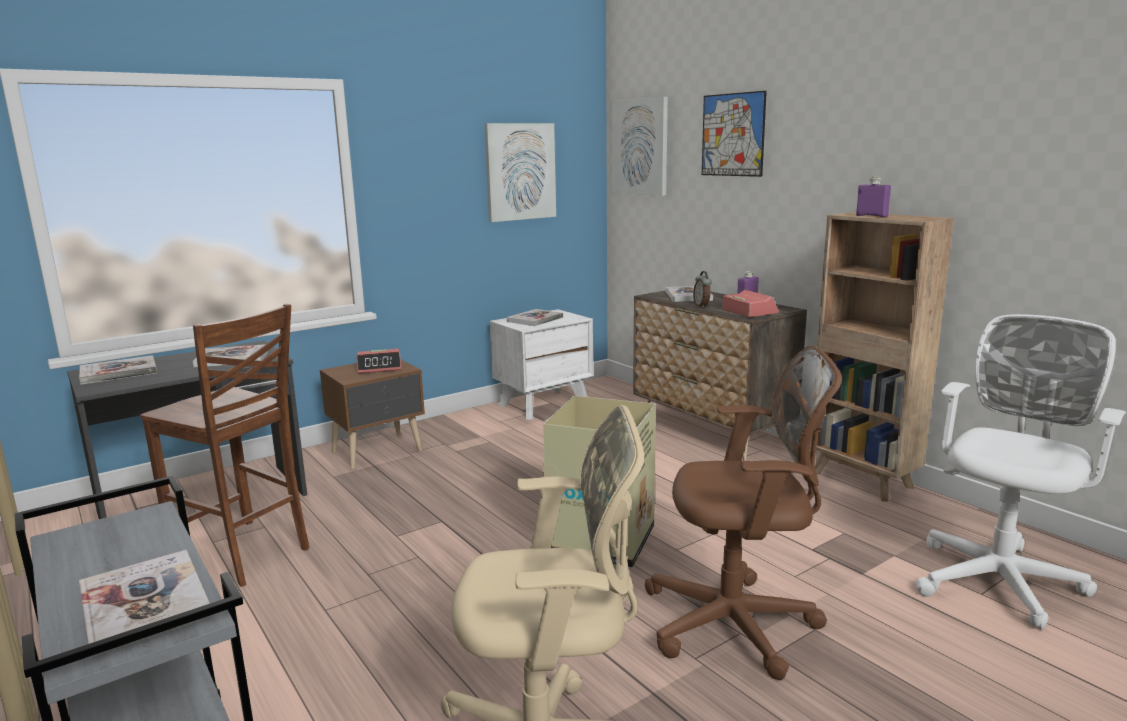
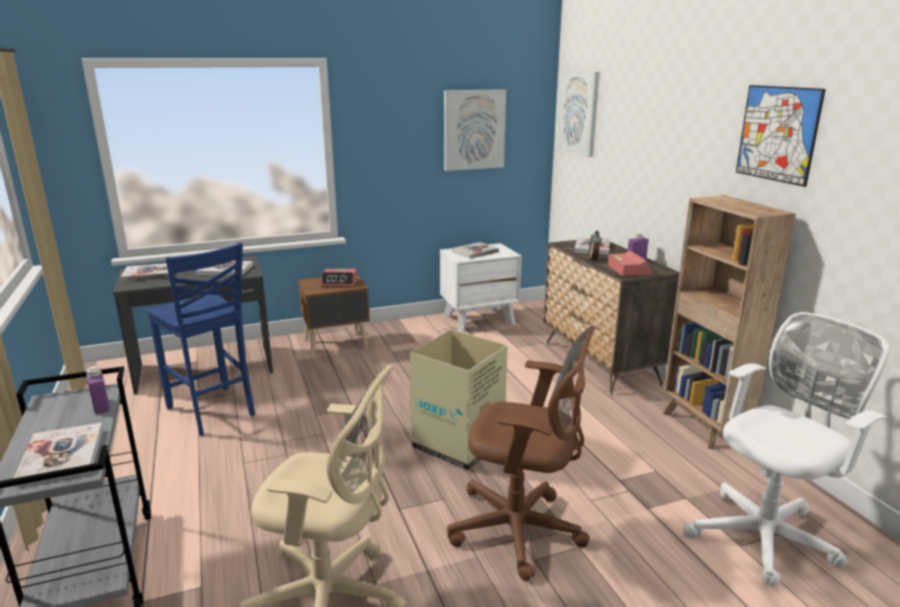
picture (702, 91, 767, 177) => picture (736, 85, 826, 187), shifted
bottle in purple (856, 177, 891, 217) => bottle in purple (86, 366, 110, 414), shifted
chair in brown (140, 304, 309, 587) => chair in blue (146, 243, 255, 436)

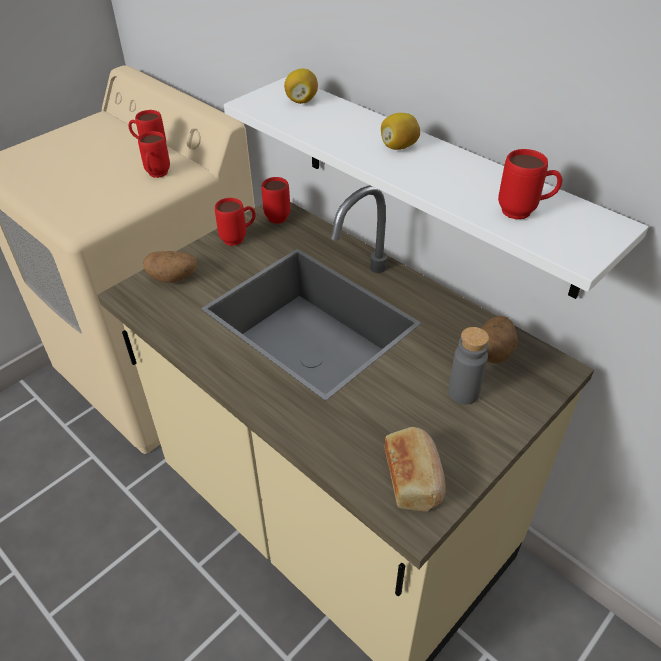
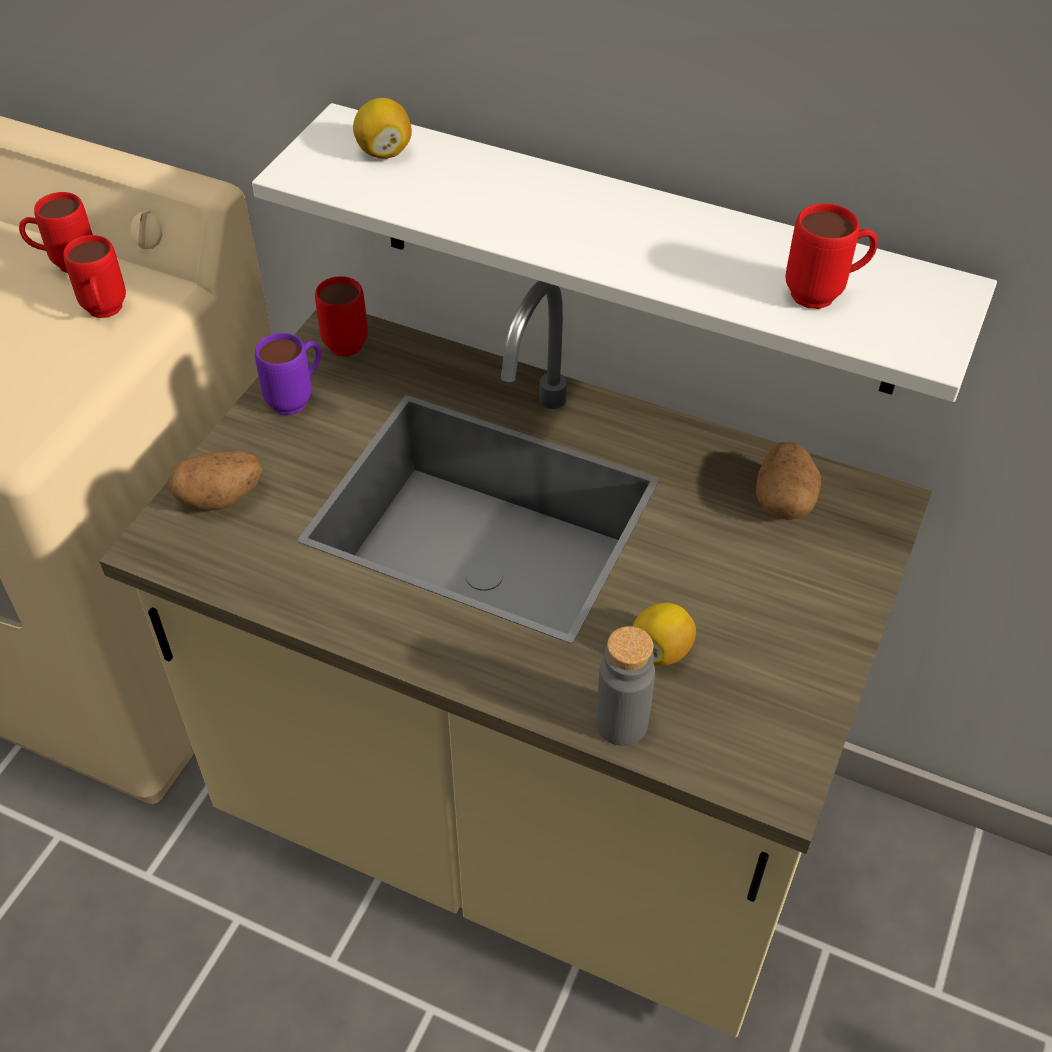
bread (385, 427, 446, 512) => nothing
lemon (381, 113, 420, 150) => lemon (633, 603, 696, 666), shifted
bottle in grey (448, 327, 489, 405) => bottle in grey (596, 626, 655, 746), shifted
mug in red (215, 198, 256, 246) => mug in purple (255, 333, 321, 415)

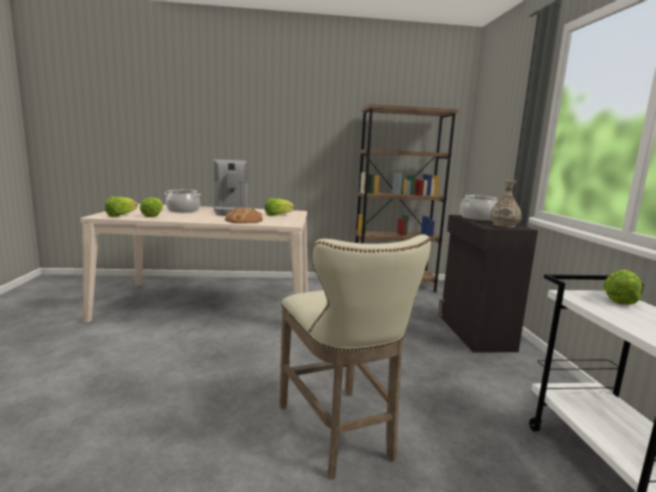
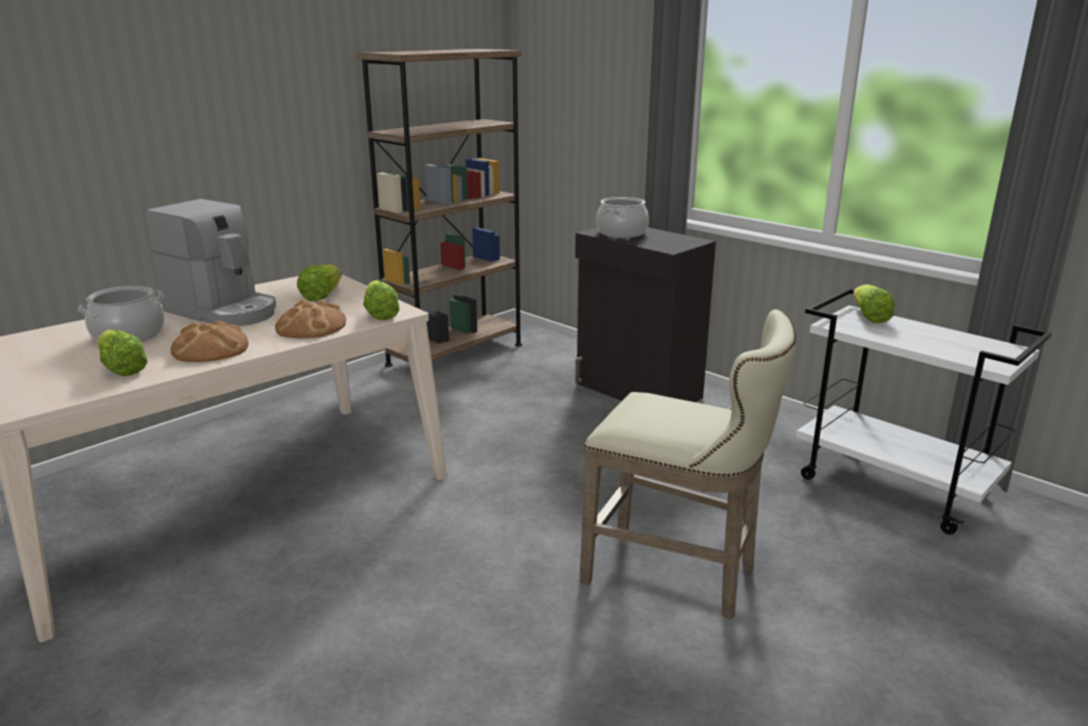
vase (490, 180, 522, 228) => nothing
nothing => bread (171, 321, 249, 362)
lettuce (104, 196, 138, 217) => lettuce (363, 280, 400, 320), shifted

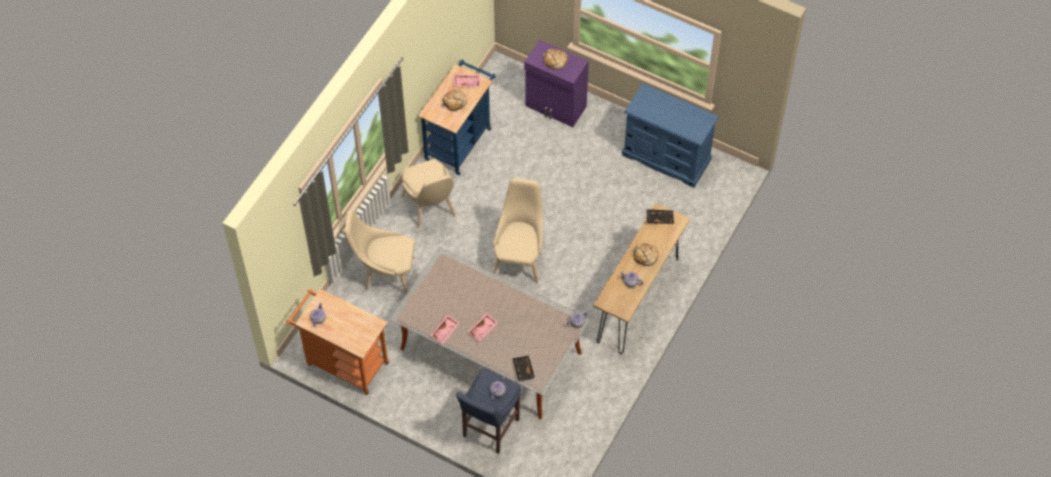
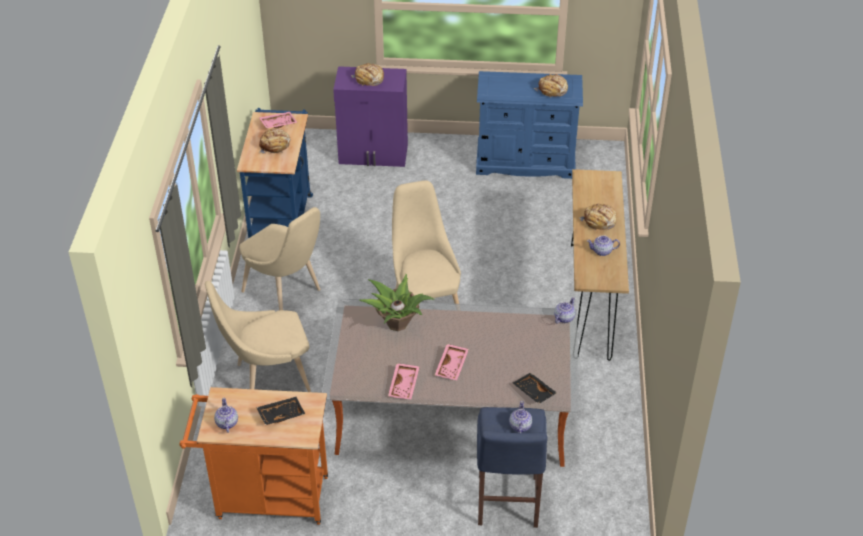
nothing => potted plant (359, 274, 435, 331)
nothing => bread (534, 74, 568, 98)
tray in black (646, 209, 674, 224) => tray in black (256, 397, 305, 425), shifted

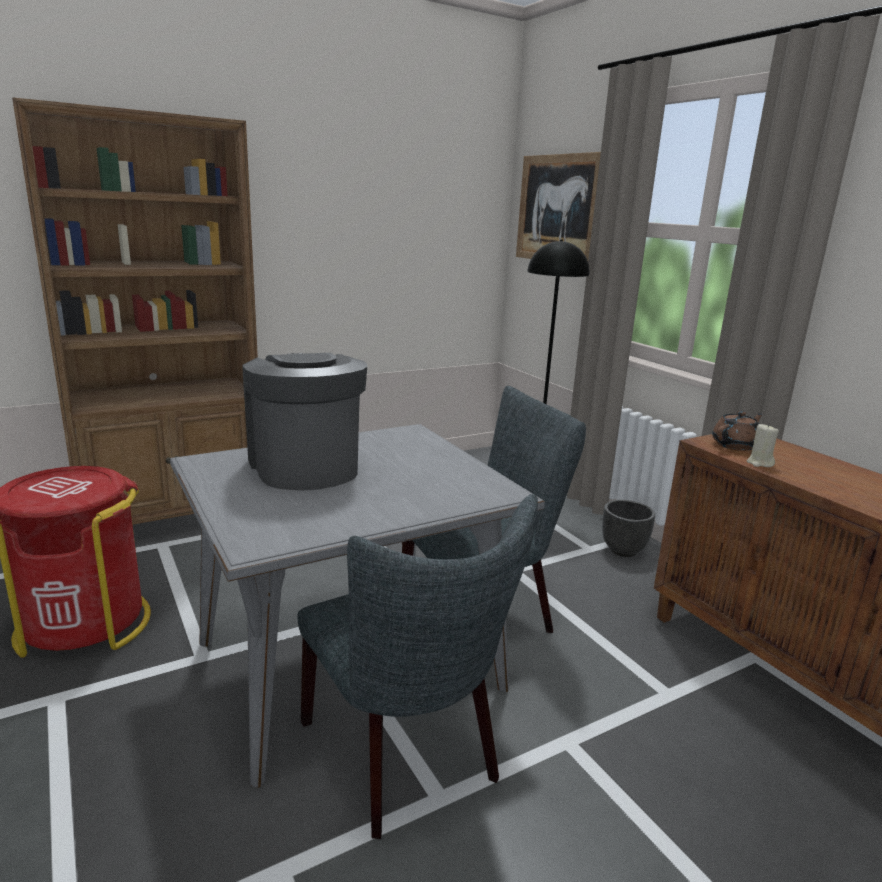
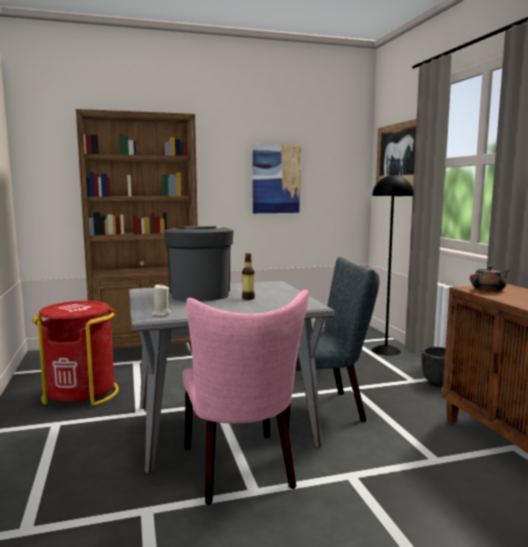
nothing => bottle (242, 253, 255, 300)
nothing => picture (252, 145, 301, 213)
candle in beige (747, 423, 779, 467) => candle in beige (152, 284, 171, 316), shifted
chair in grey (297, 494, 538, 839) => chair in pink (182, 290, 309, 505)

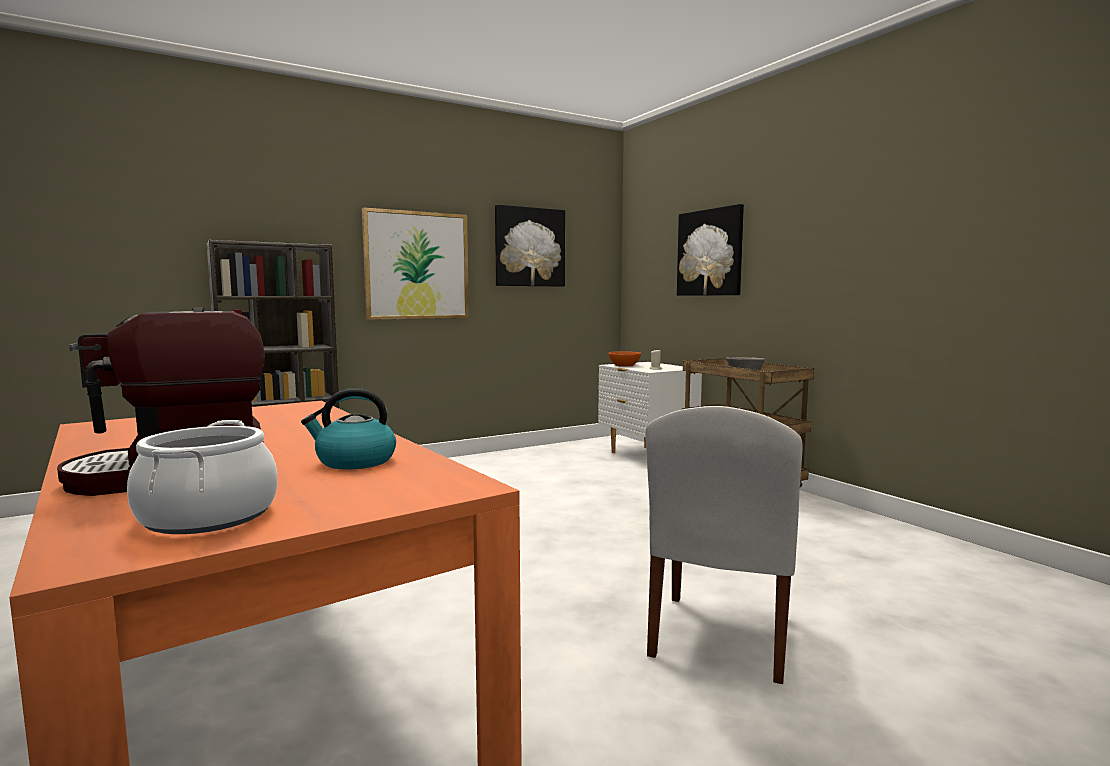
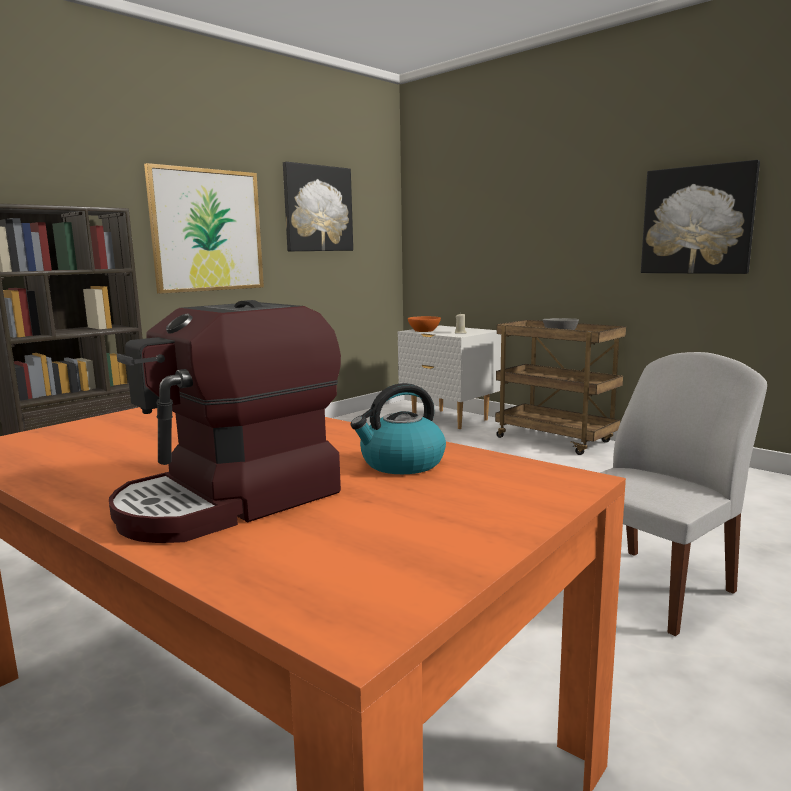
cooking pot (127, 420, 277, 534) => nothing
picture (677, 204, 744, 296) => picture (641, 160, 760, 274), shifted
chair in white (645, 406, 803, 684) => chair in white (600, 352, 767, 636), 135 degrees counterclockwise

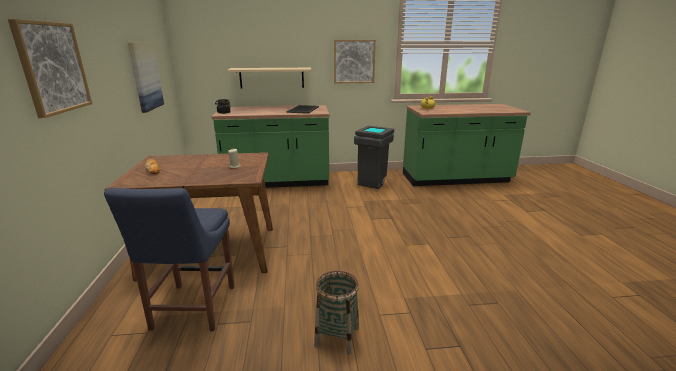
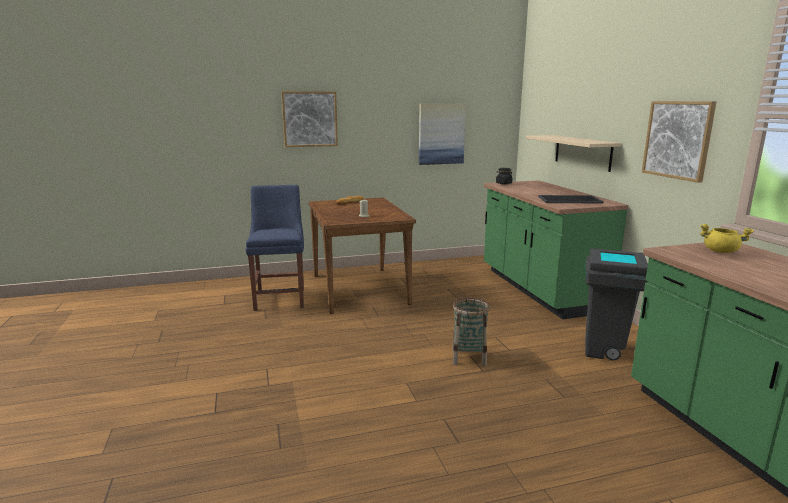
basket (314, 271, 359, 355) => basket (452, 298, 490, 366), shifted
chair in blue (104, 188, 235, 331) => chair in blue (245, 185, 304, 311), 90 degrees clockwise

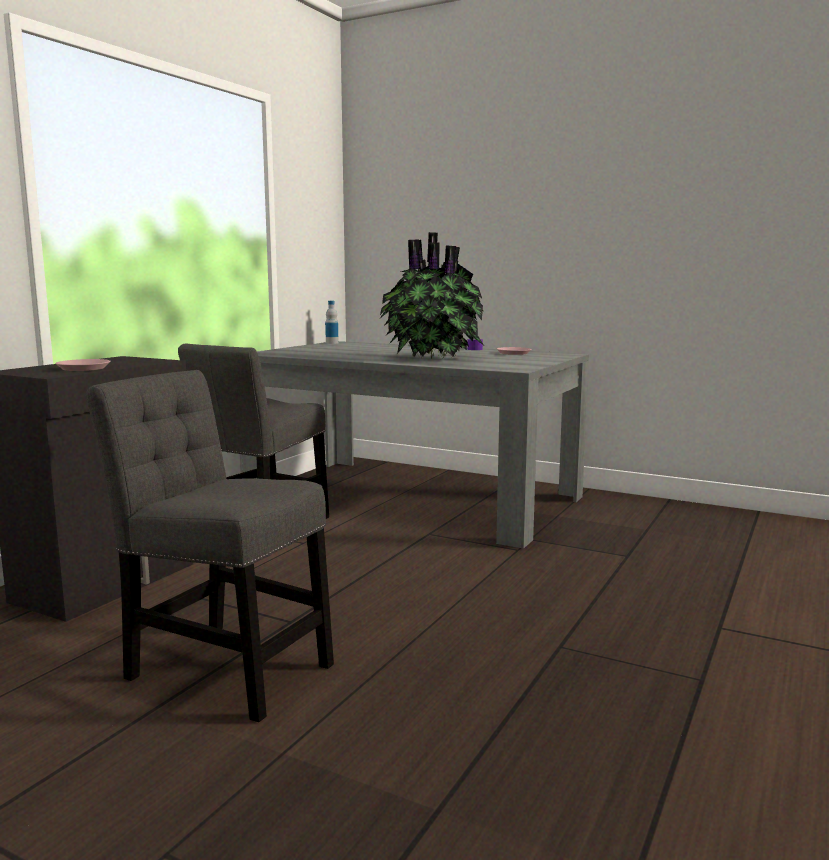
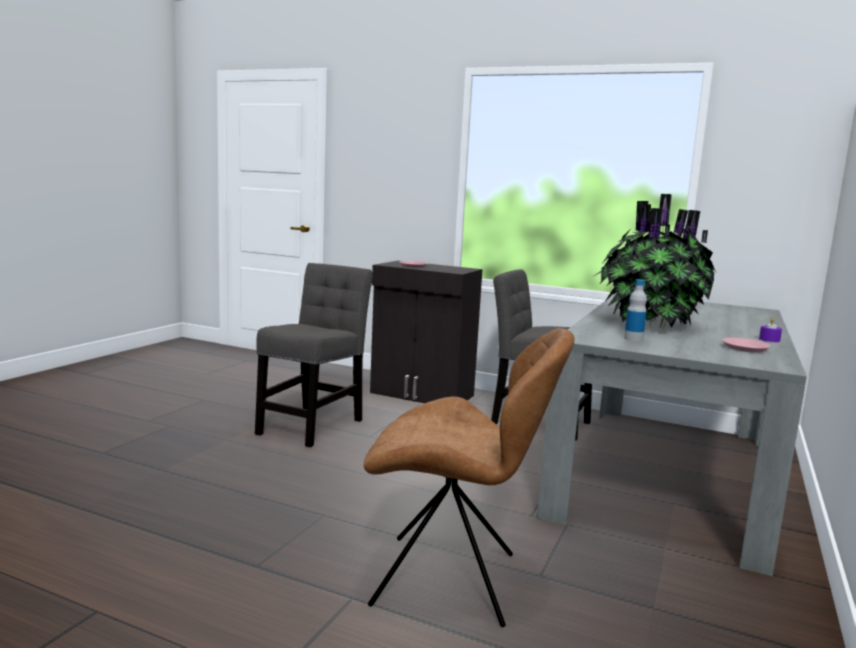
nothing => chair in brown (364, 328, 575, 627)
bottle (325, 301, 339, 344) => bottle (624, 279, 647, 342), shifted

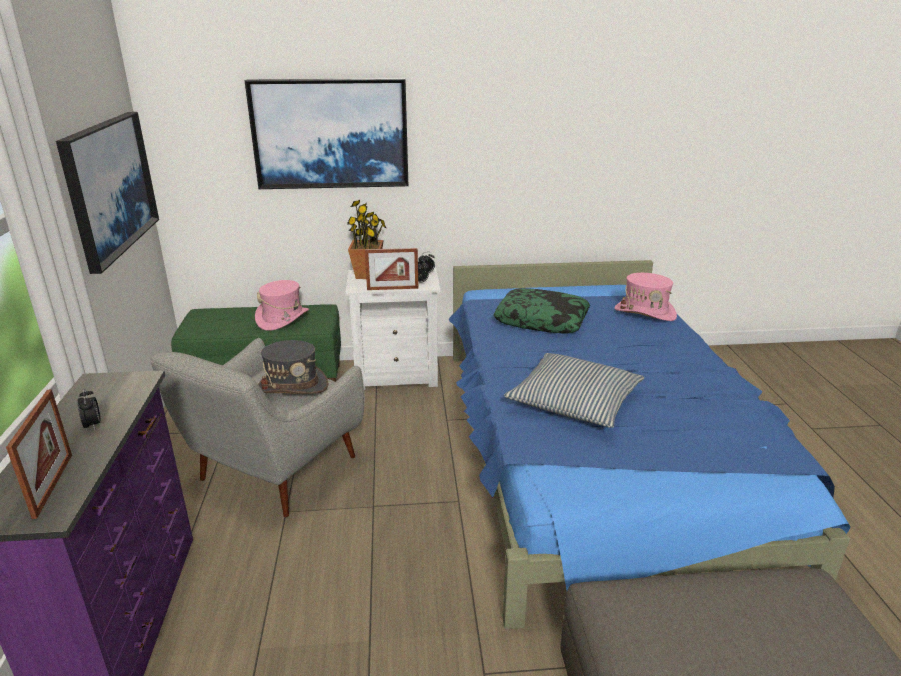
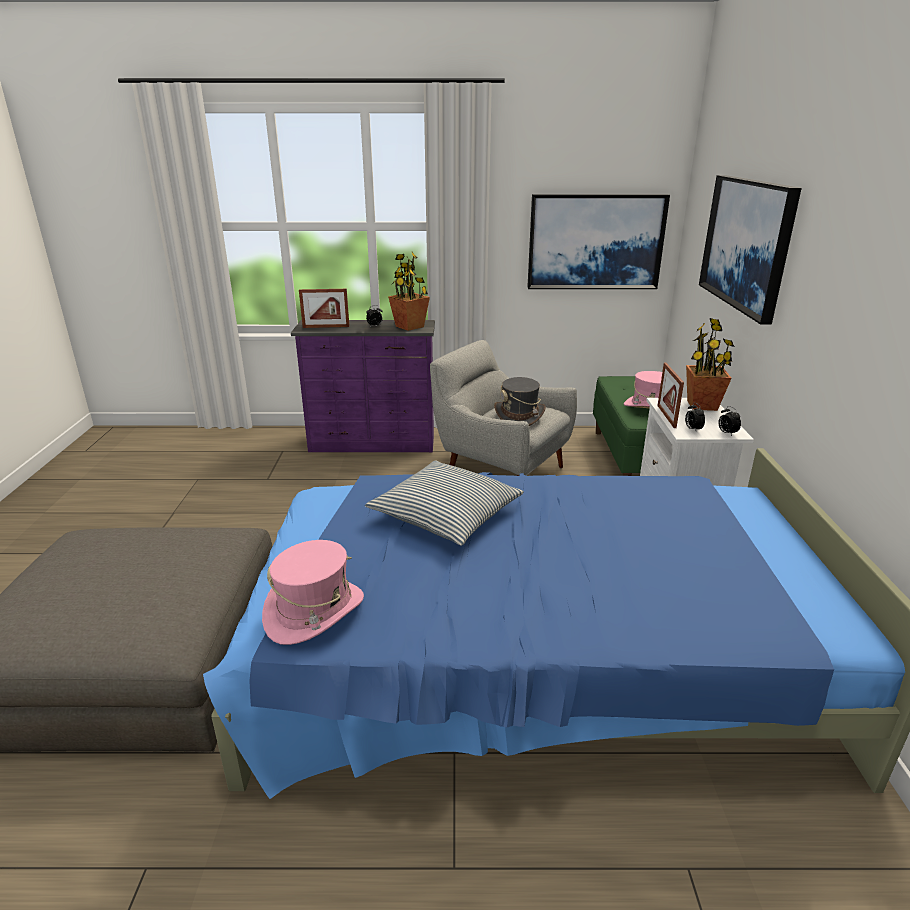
pillow (493, 288, 590, 334) => nothing
nothing => potted plant (388, 252, 430, 331)
hat in pink (614, 273, 677, 321) => hat in pink (262, 540, 364, 645), shifted

